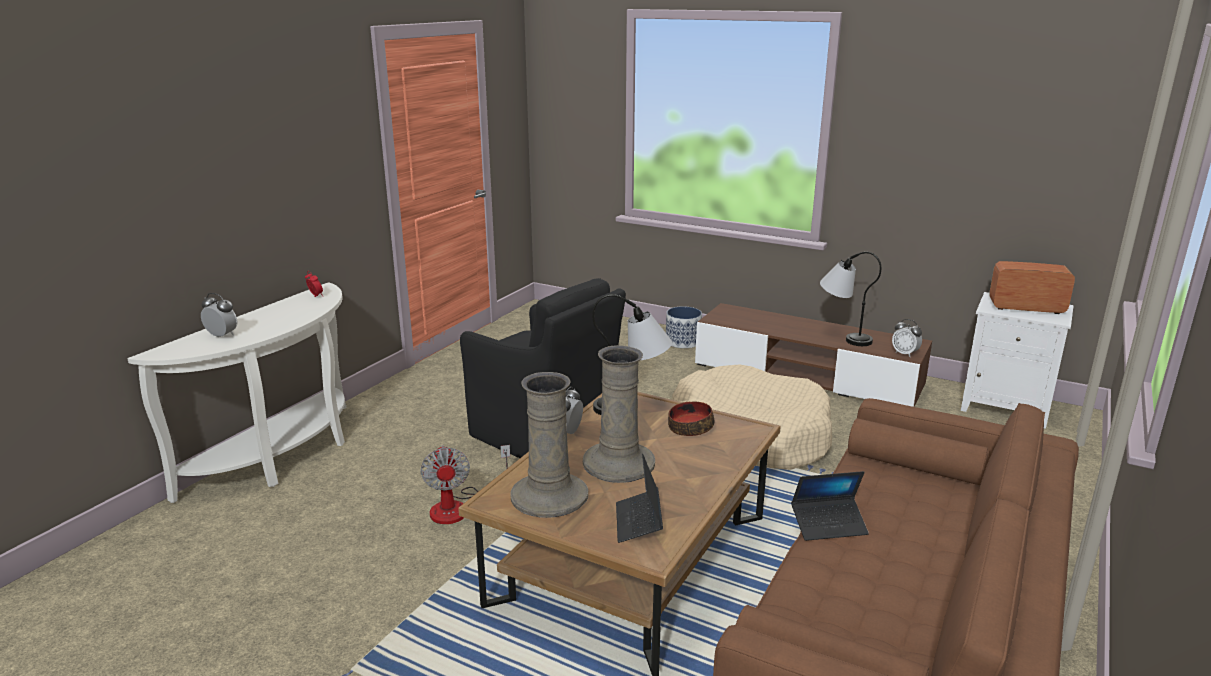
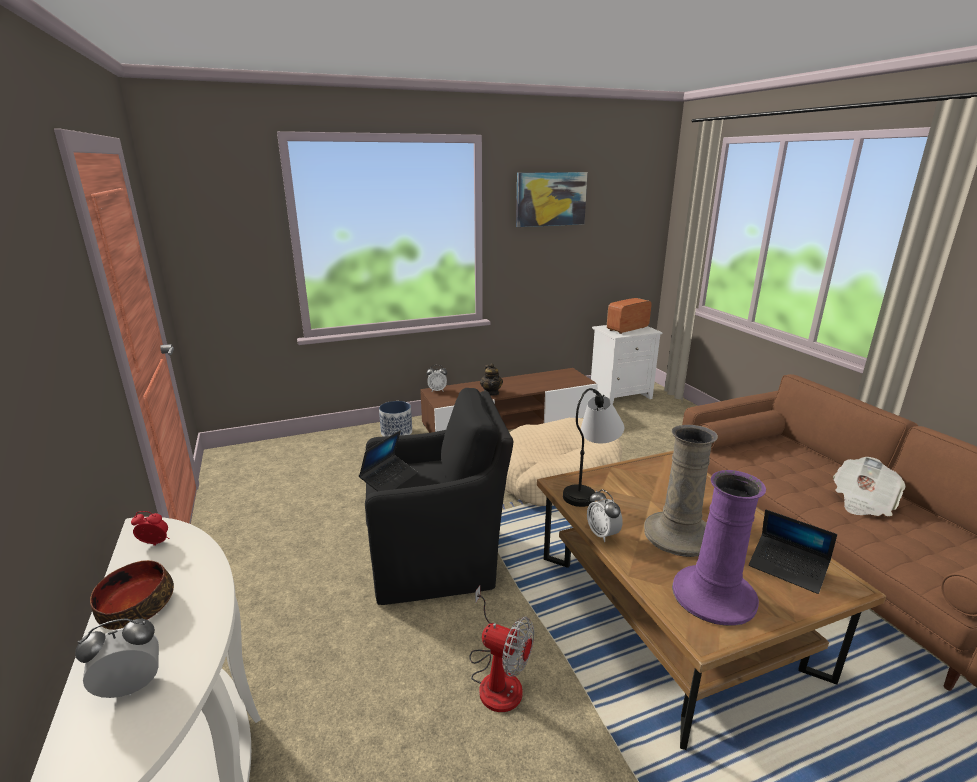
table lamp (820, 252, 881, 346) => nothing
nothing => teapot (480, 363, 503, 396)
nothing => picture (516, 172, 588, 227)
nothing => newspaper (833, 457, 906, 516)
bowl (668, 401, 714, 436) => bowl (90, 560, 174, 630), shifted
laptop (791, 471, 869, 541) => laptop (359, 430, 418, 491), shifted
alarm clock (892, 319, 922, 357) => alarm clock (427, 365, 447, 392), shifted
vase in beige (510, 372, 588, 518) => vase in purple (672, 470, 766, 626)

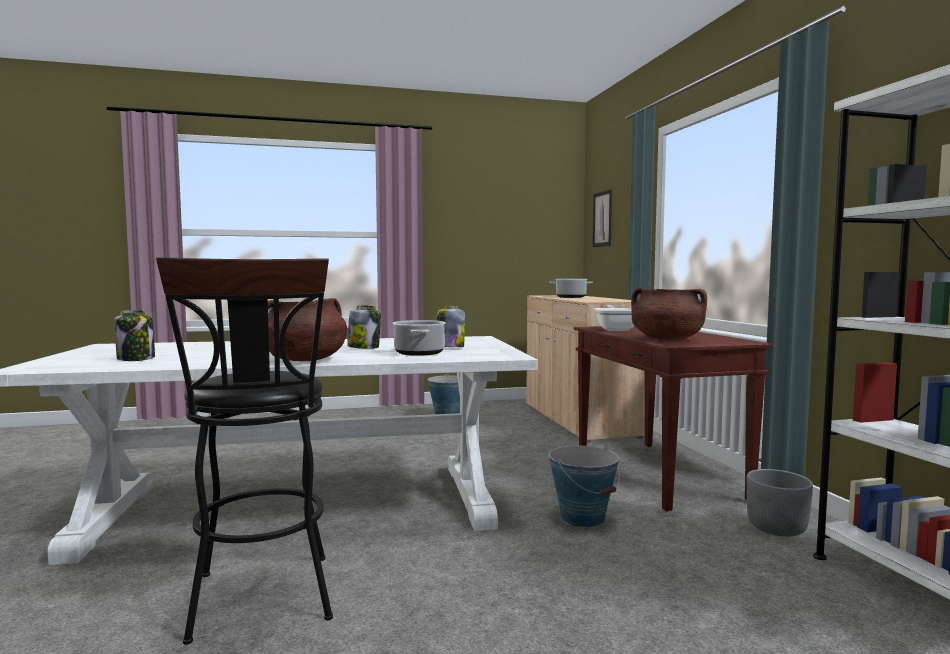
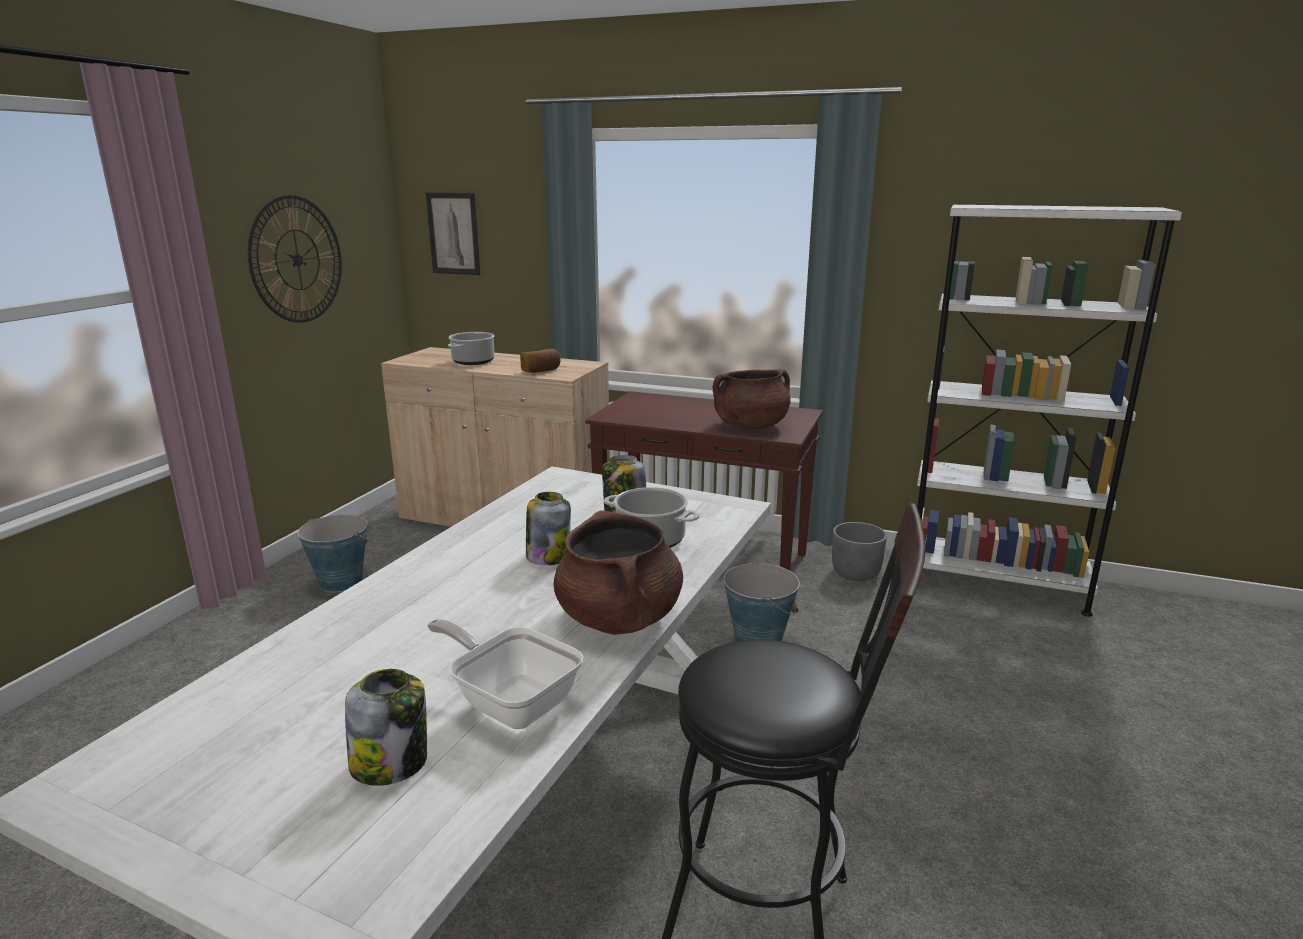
nothing => wall clock (248, 195, 342, 323)
nothing => bread (520, 349, 560, 373)
frying pan (594, 305, 634, 331) => frying pan (427, 619, 584, 729), shifted

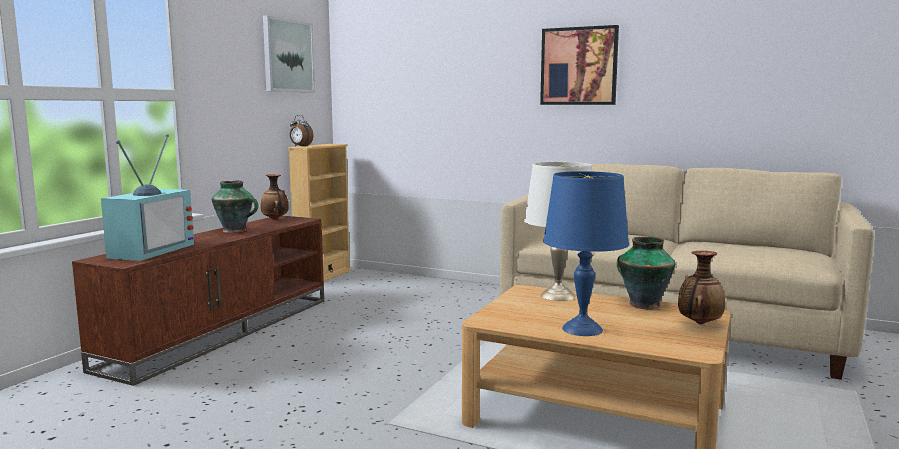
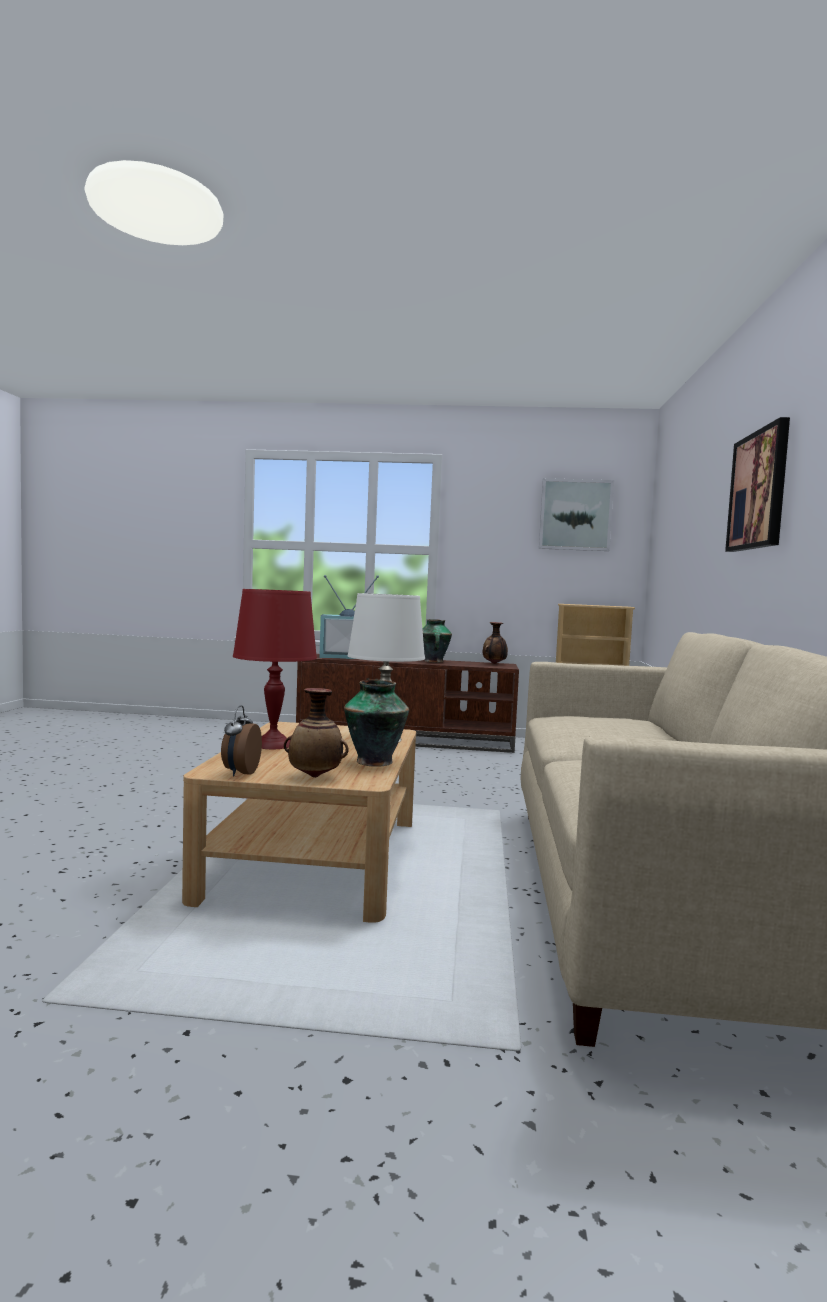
alarm clock (289, 115, 314, 147) => alarm clock (221, 706, 262, 777), shifted
table lamp in blue (543, 171, 629, 336) => table lamp in red (233, 589, 317, 749)

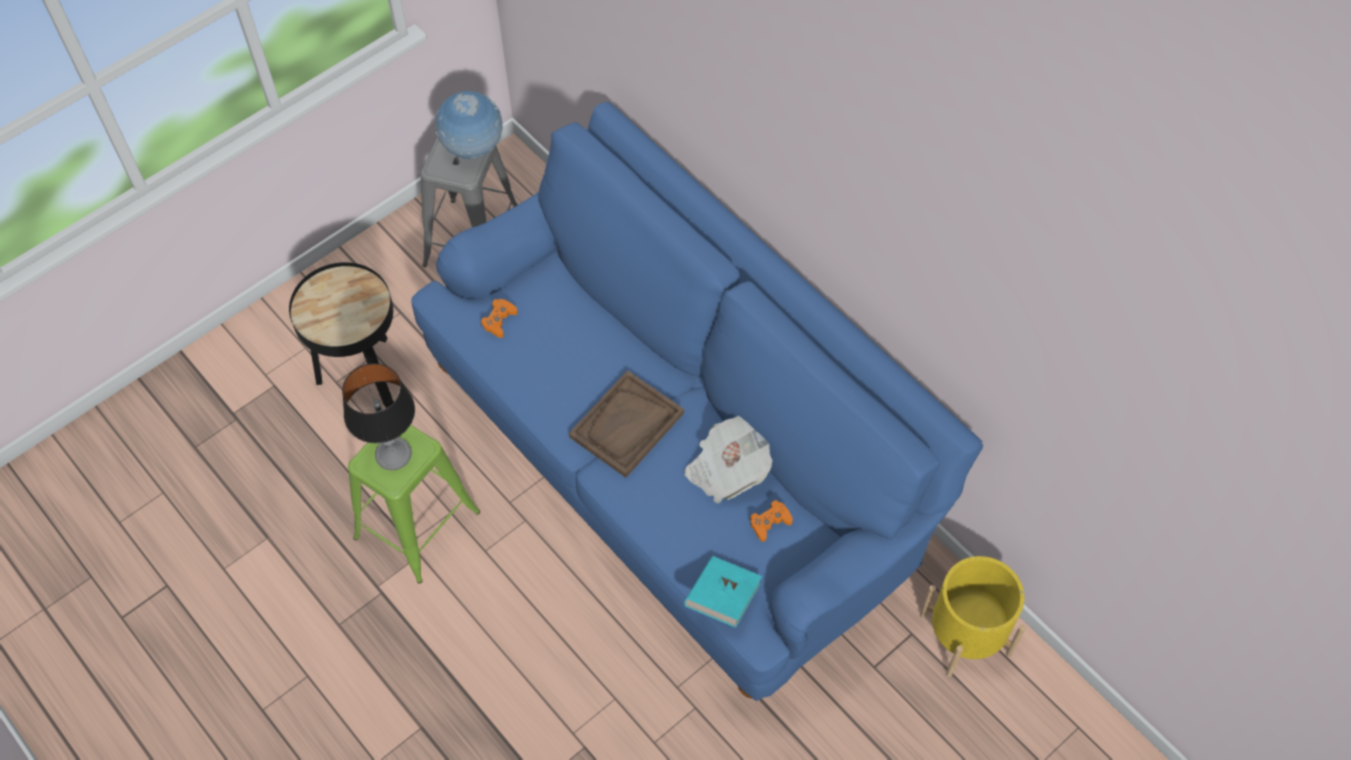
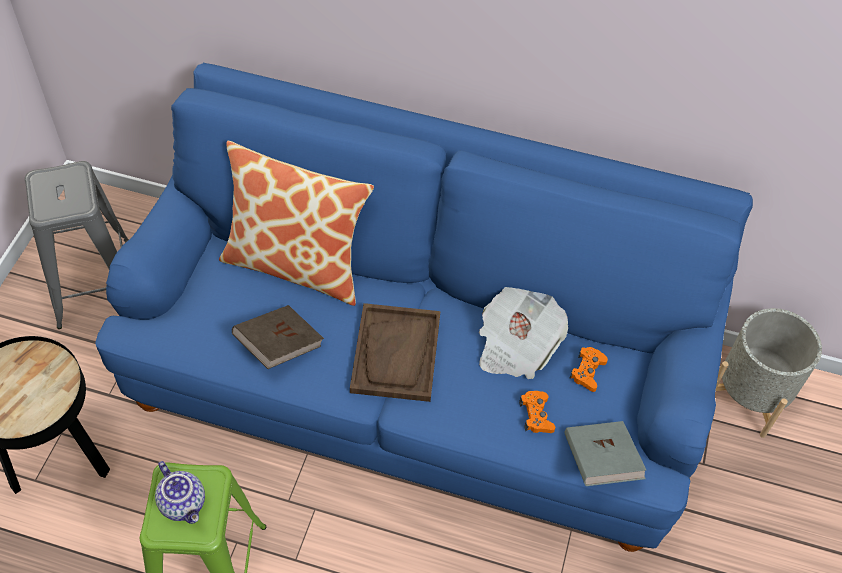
globe (435, 91, 503, 159) => nothing
nothing => pillow (219, 141, 374, 306)
nothing => book in brown (232, 305, 324, 369)
game controller in orange (481, 299, 518, 338) => game controller in orange (519, 391, 555, 433), shifted
table lamp (342, 363, 415, 470) => teapot (155, 461, 205, 524)
book in turquoise (684, 556, 762, 628) => book in grey (565, 421, 646, 486)
planter in yellow (920, 556, 1026, 677) => planter in grey (715, 308, 822, 438)

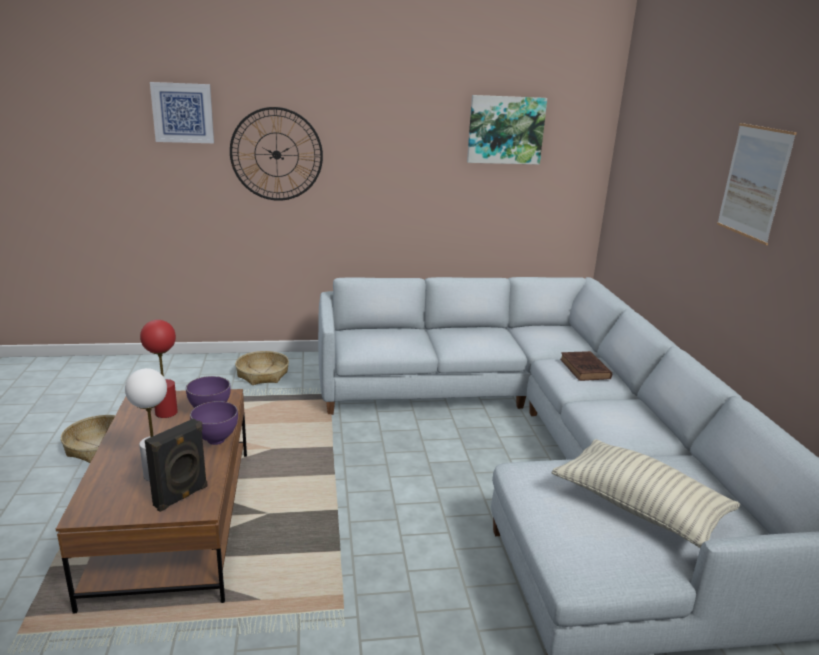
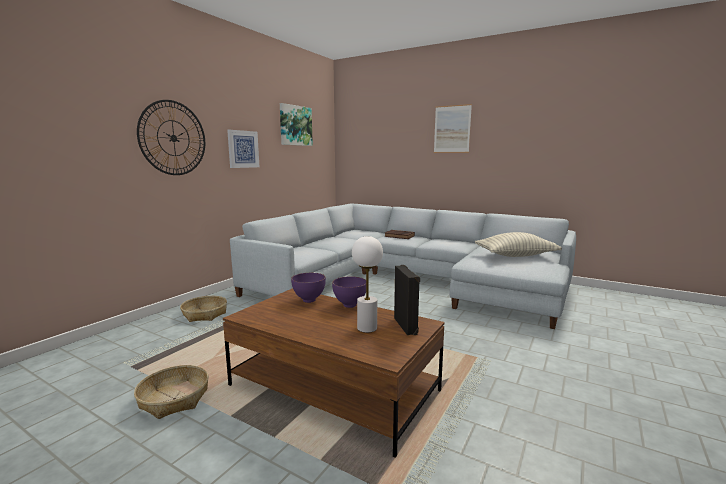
table lamp in red (140, 320, 178, 418) => nothing
picture (150, 82, 214, 143) => picture (227, 130, 259, 168), shifted

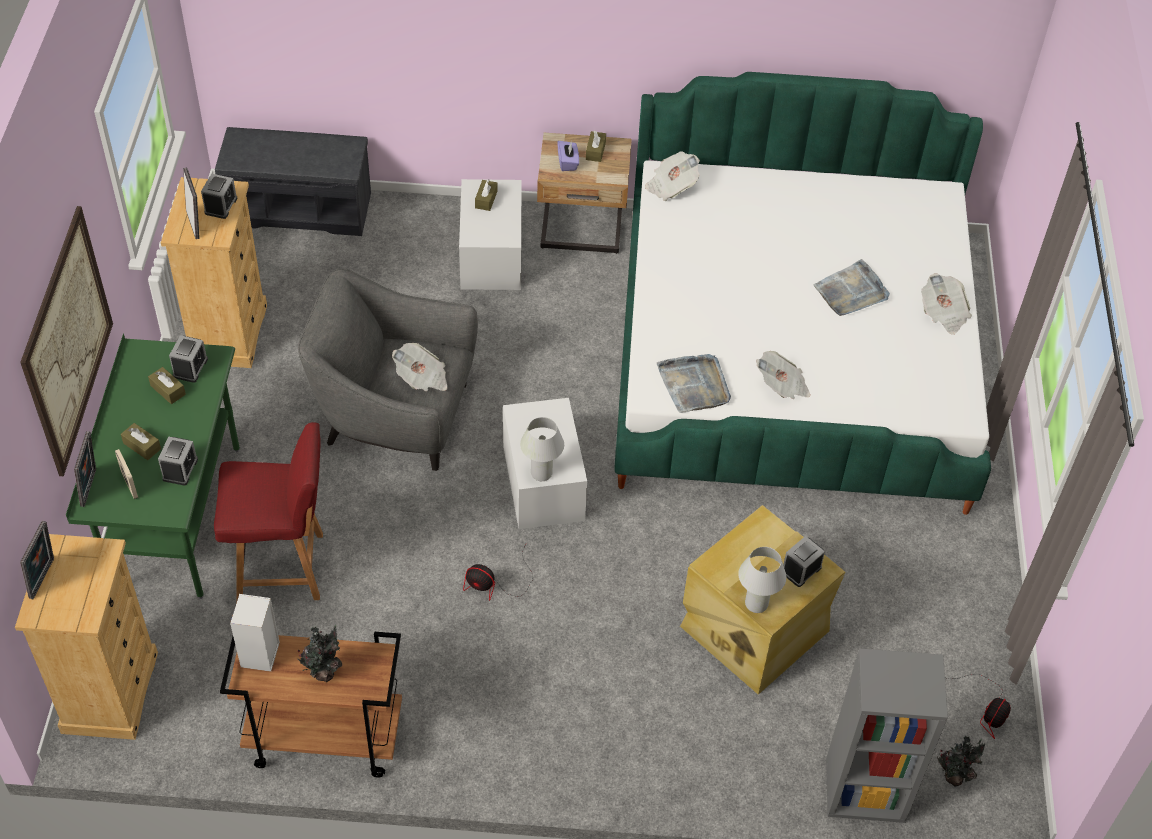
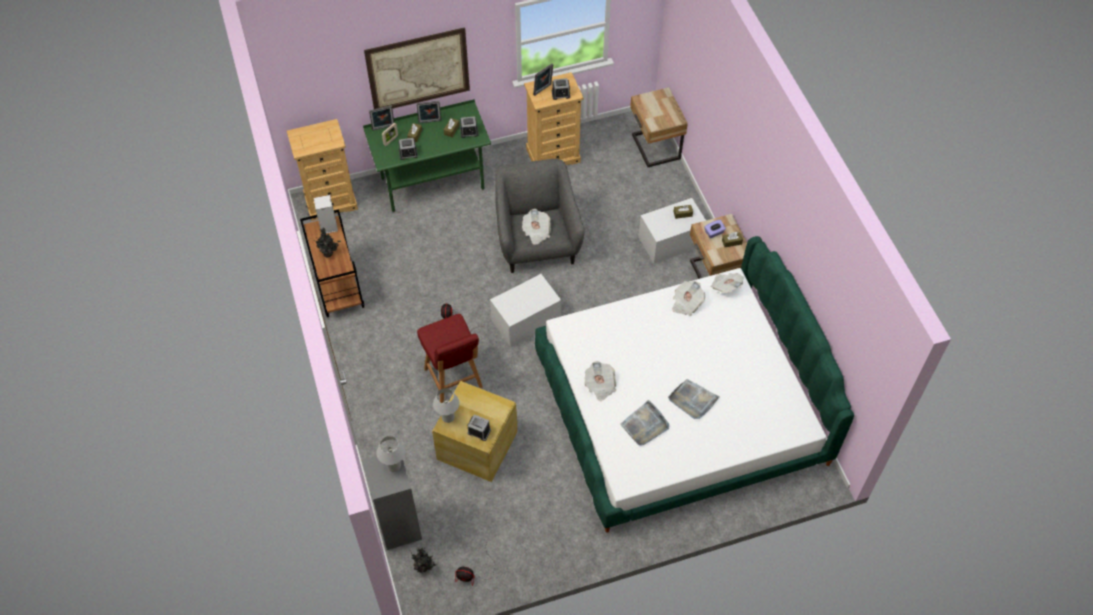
picture frame (20, 521, 54, 599) => picture frame (416, 101, 441, 124), shifted
chair in red (214, 422, 323, 602) => chair in red (417, 314, 483, 403), shifted
table lamp in white (520, 417, 564, 481) => table lamp in white (376, 436, 405, 472), shifted
tray in grey (657, 354, 731, 413) => tray in grey (620, 400, 669, 445), shifted
newspaper (921, 273, 972, 335) => newspaper (672, 281, 705, 316), shifted
bench in grey (215, 127, 371, 236) => nightstand in beige (630, 87, 688, 168)

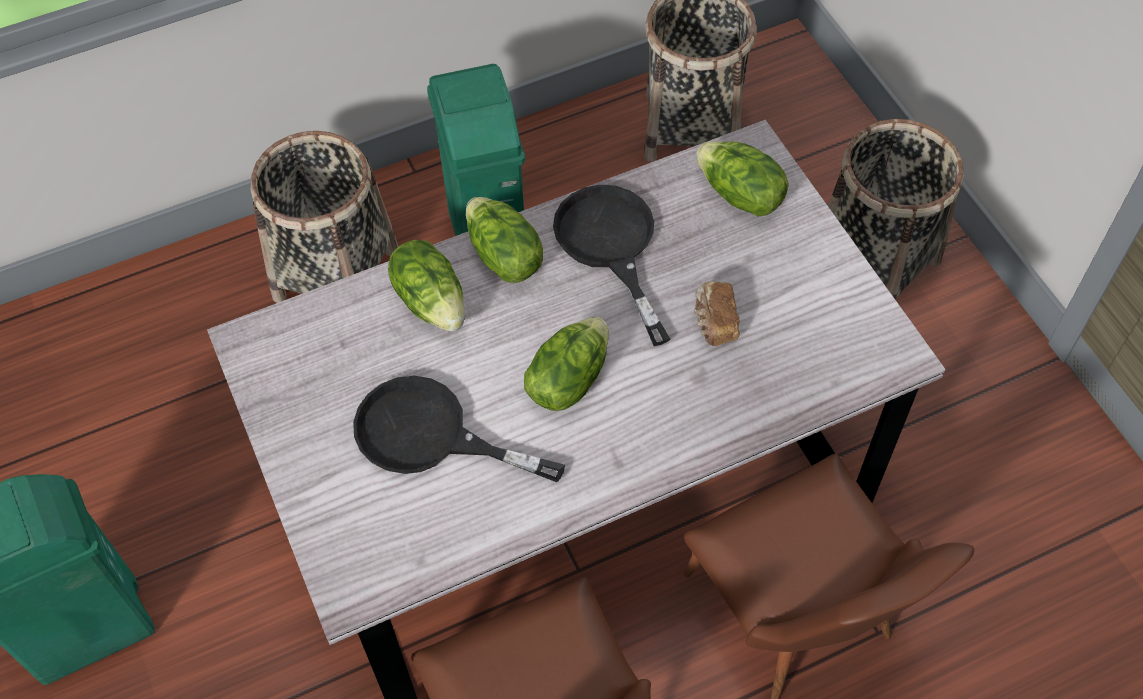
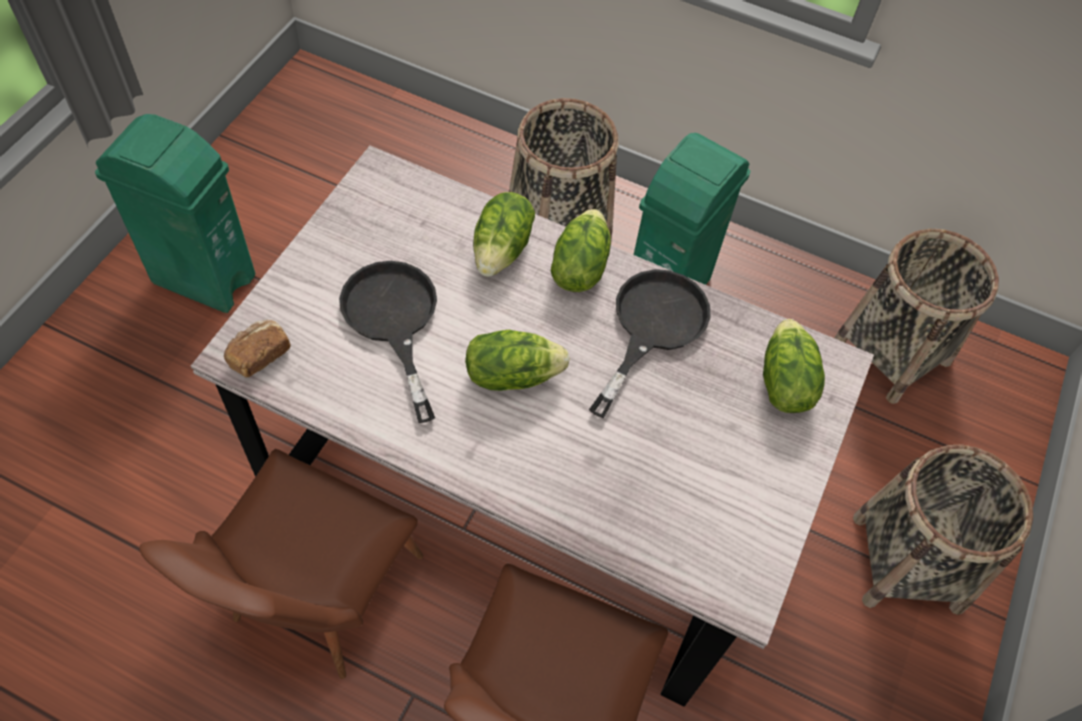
bread (694, 281, 740, 346) => bread (224, 320, 291, 377), shifted

